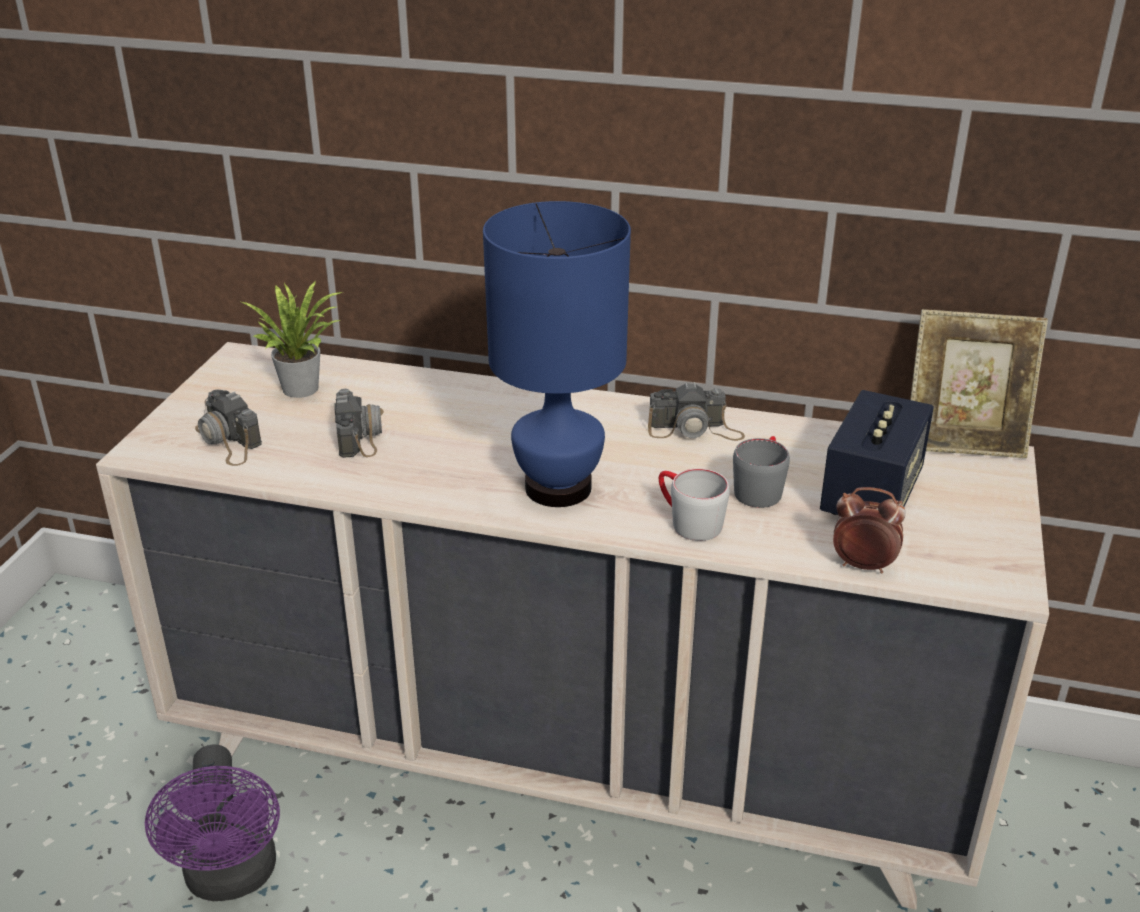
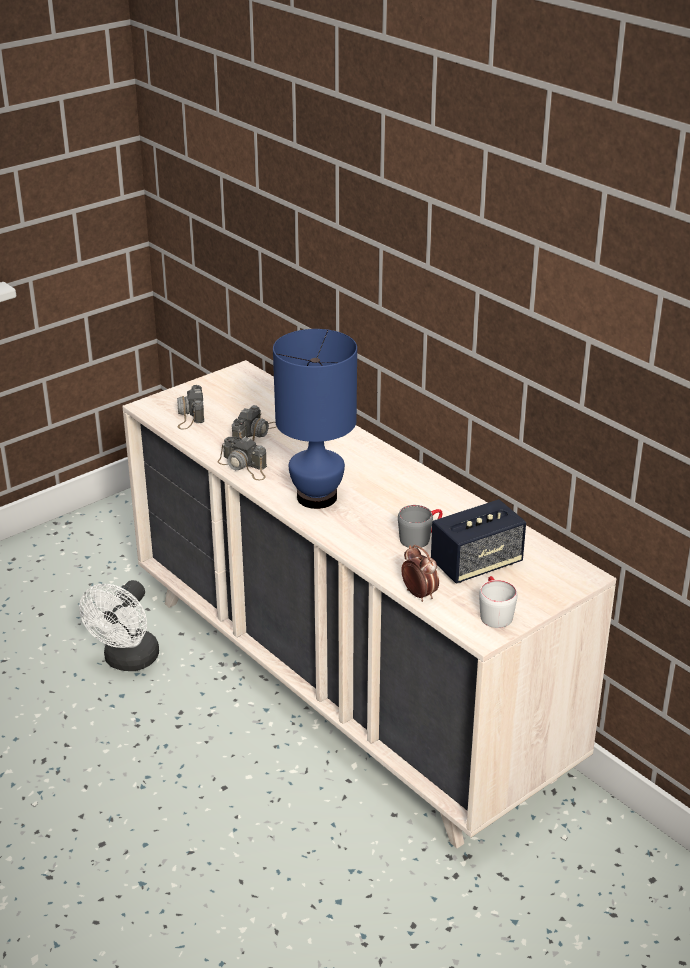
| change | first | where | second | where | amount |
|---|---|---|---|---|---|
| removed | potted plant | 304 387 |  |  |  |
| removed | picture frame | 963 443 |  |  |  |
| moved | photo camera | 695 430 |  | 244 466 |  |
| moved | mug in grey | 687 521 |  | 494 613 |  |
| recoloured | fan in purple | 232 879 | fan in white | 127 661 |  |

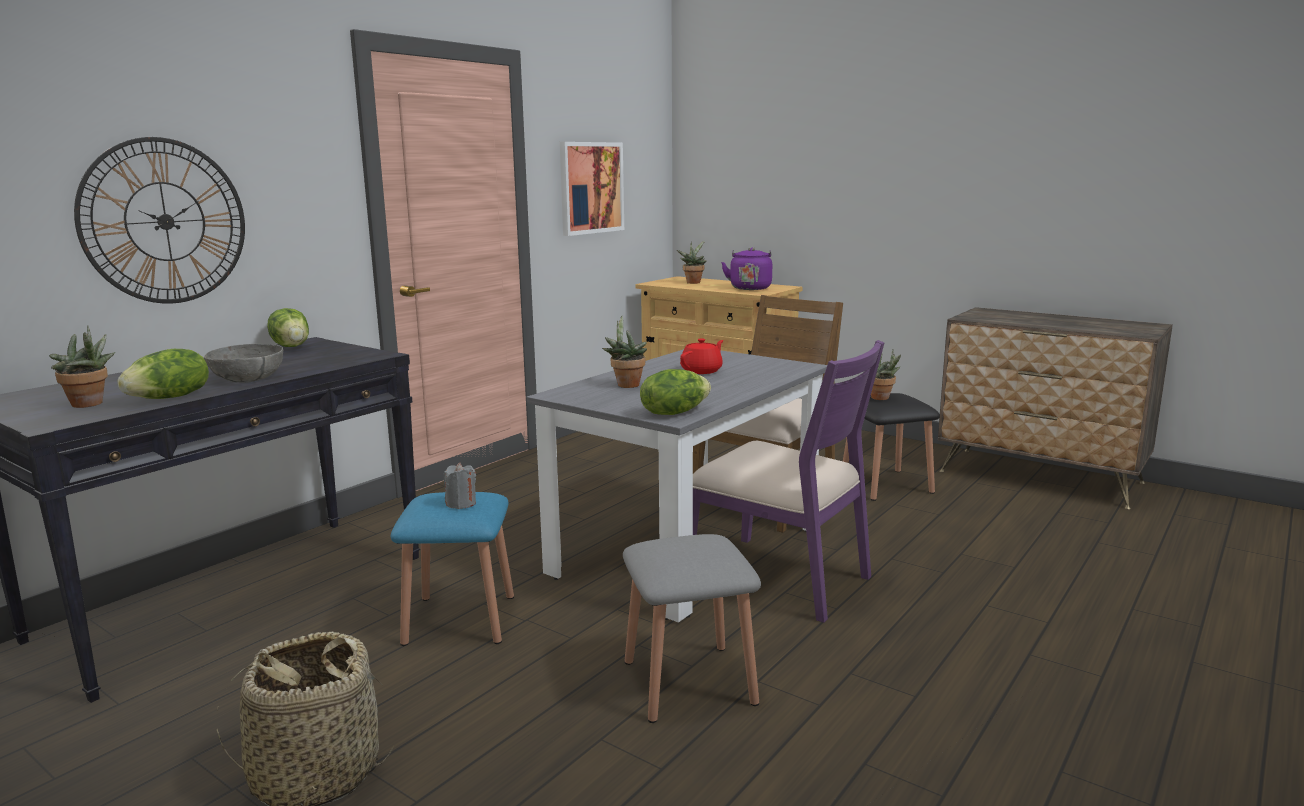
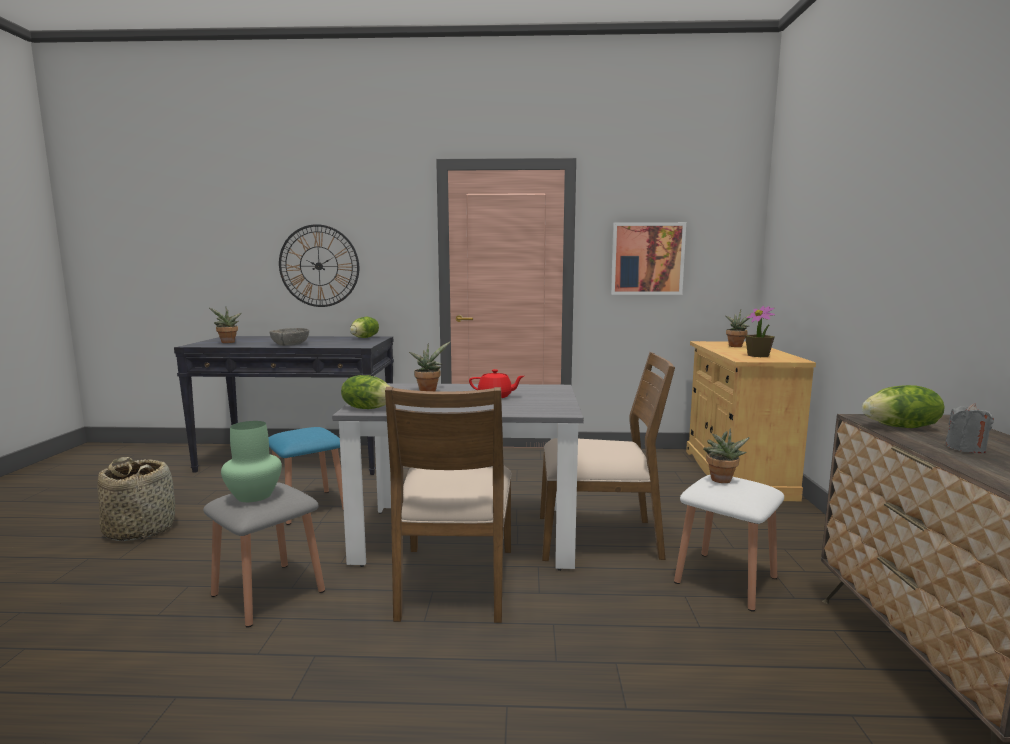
| change | first | where | second | where | amount |
|---|---|---|---|---|---|
| added |  |  | vase in green | 255 495 |  |
| moved | lettuce | 170 398 |  | 901 427 |  |
| moved | candle in grey | 461 504 |  | 965 448 |  |
| replaced | kettle in purple | 750 288 | potted plant | 758 355 |  |
| recoloured | chair in purple | 779 578 | chair in brown | 454 582 |  |
| recoloured | stool in black | 886 485 | stool in white | 725 580 |  |

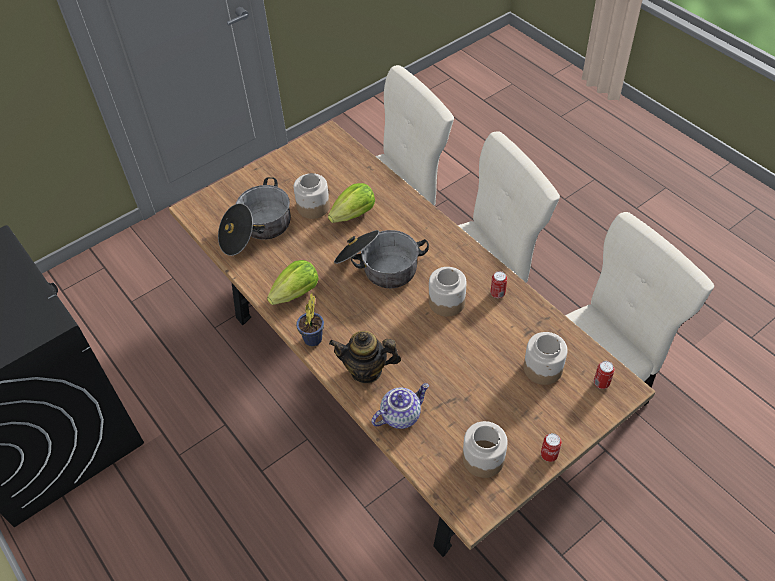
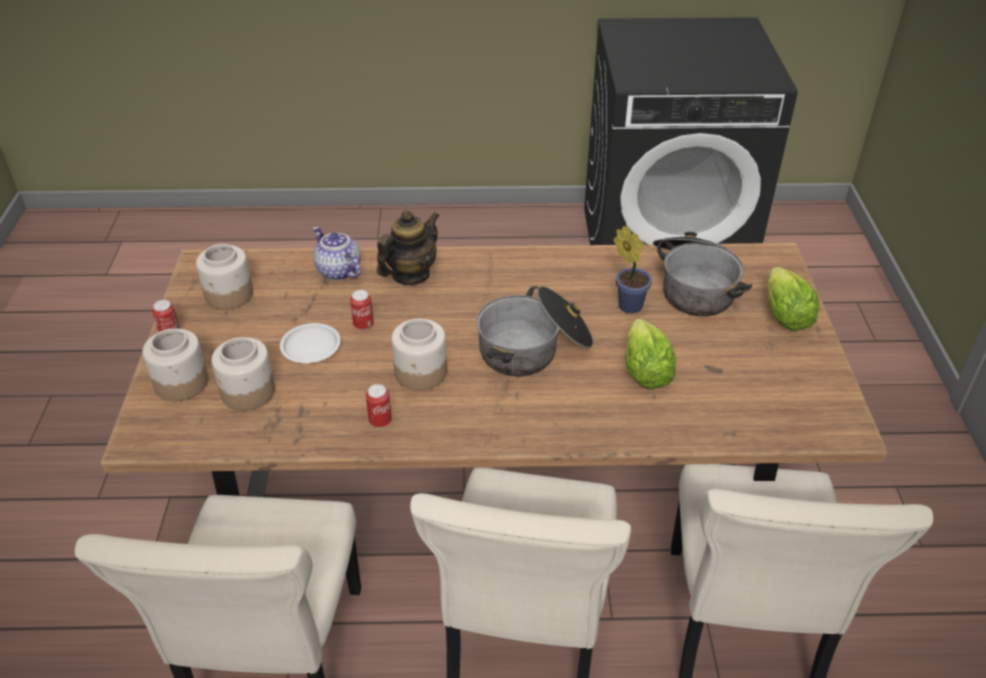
| change | first | where | second | where | amount |
|---|---|---|---|---|---|
| added |  |  | plate in white | 311 346 |  |
| moved | lettuce | 296 293 |  | 784 316 |  |
| moved | jar | 313 207 |  | 182 382 |  |
| moved | potted plant | 312 341 |  | 627 304 |  |
| moved | can | 601 383 |  | 363 325 |  |
| turned | teapot | 400 415 |  | 337 271 | 135 degrees clockwise |

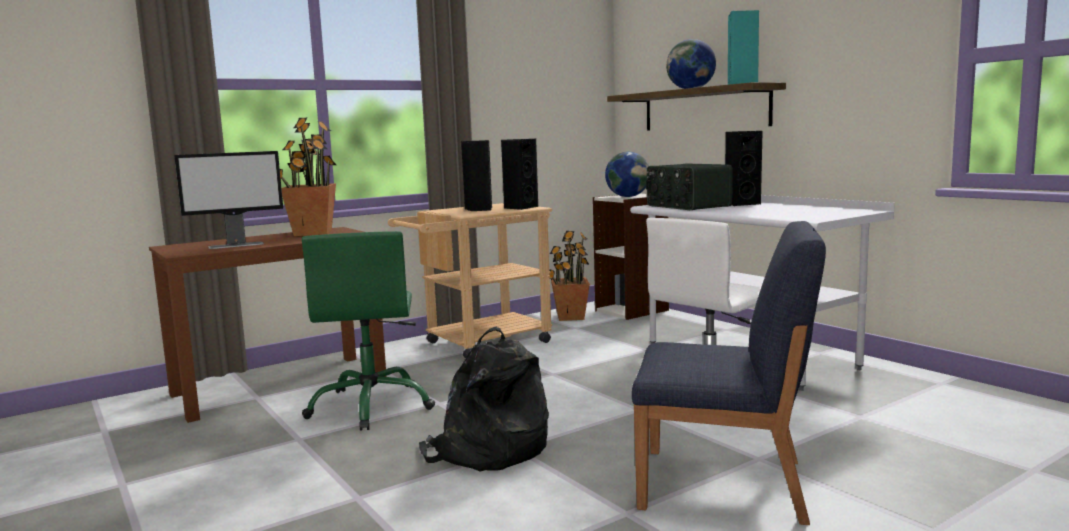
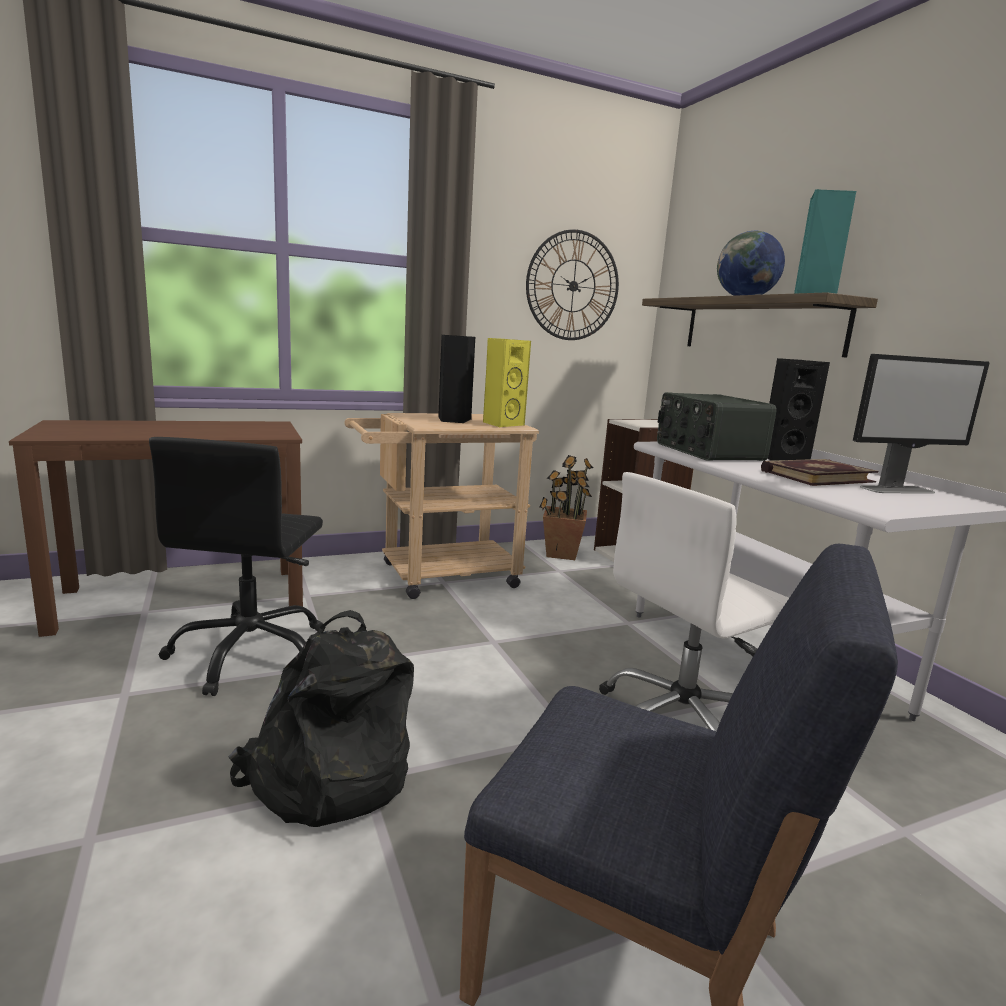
| change | first | where | second | where | amount |
|---|---|---|---|---|---|
| removed | potted plant | 312 233 |  |  |  |
| removed | globe | 628 196 |  |  |  |
| added |  |  | wall clock | 573 286 |  |
| added |  |  | book | 815 476 |  |
| moved | monitor | 237 245 |  | 897 489 |  |
| recoloured | office chair in green | 371 406 | office chair in black | 251 653 |  |
| recoloured | speaker in black | 520 207 | speaker in yellow | 502 424 |  |

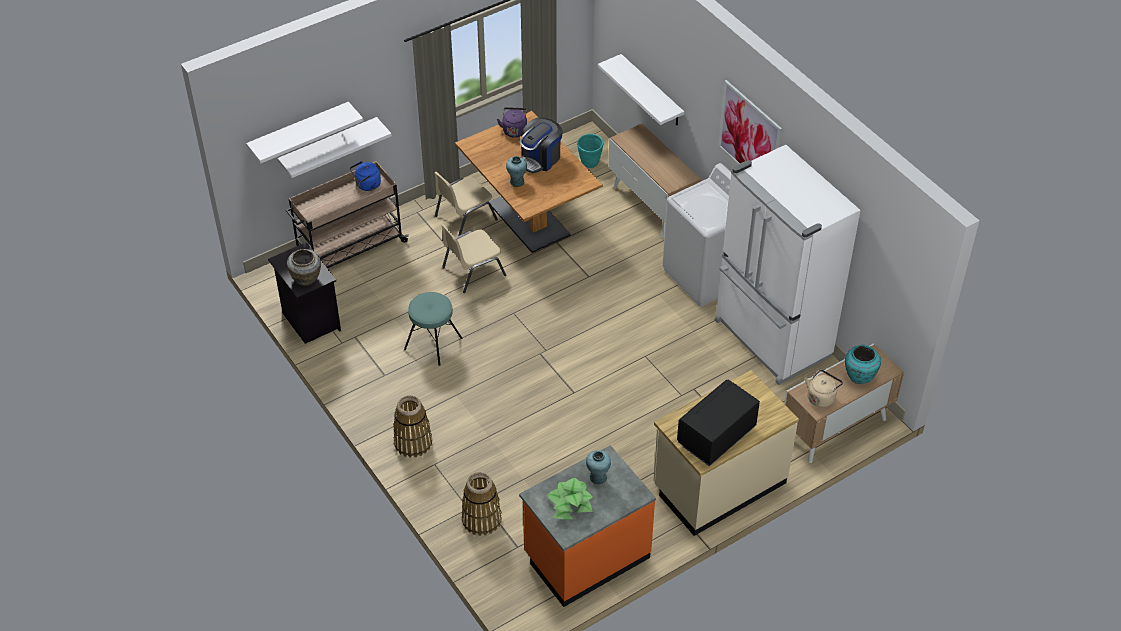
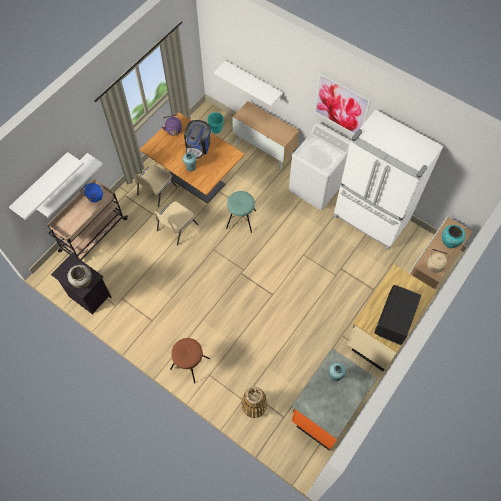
| change | first | where | second | where | amount |
|---|---|---|---|---|---|
| removed | potted plant | 570 503 |  |  |  |
| moved | stool in turquoise | 433 343 |  | 241 219 |  |
| replaced | basket | 413 442 | stool in brown | 190 364 |  |

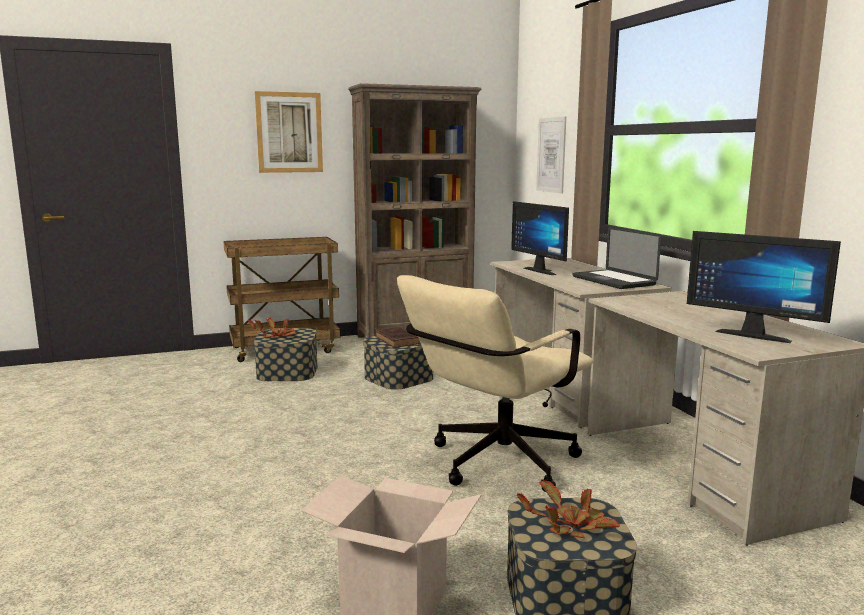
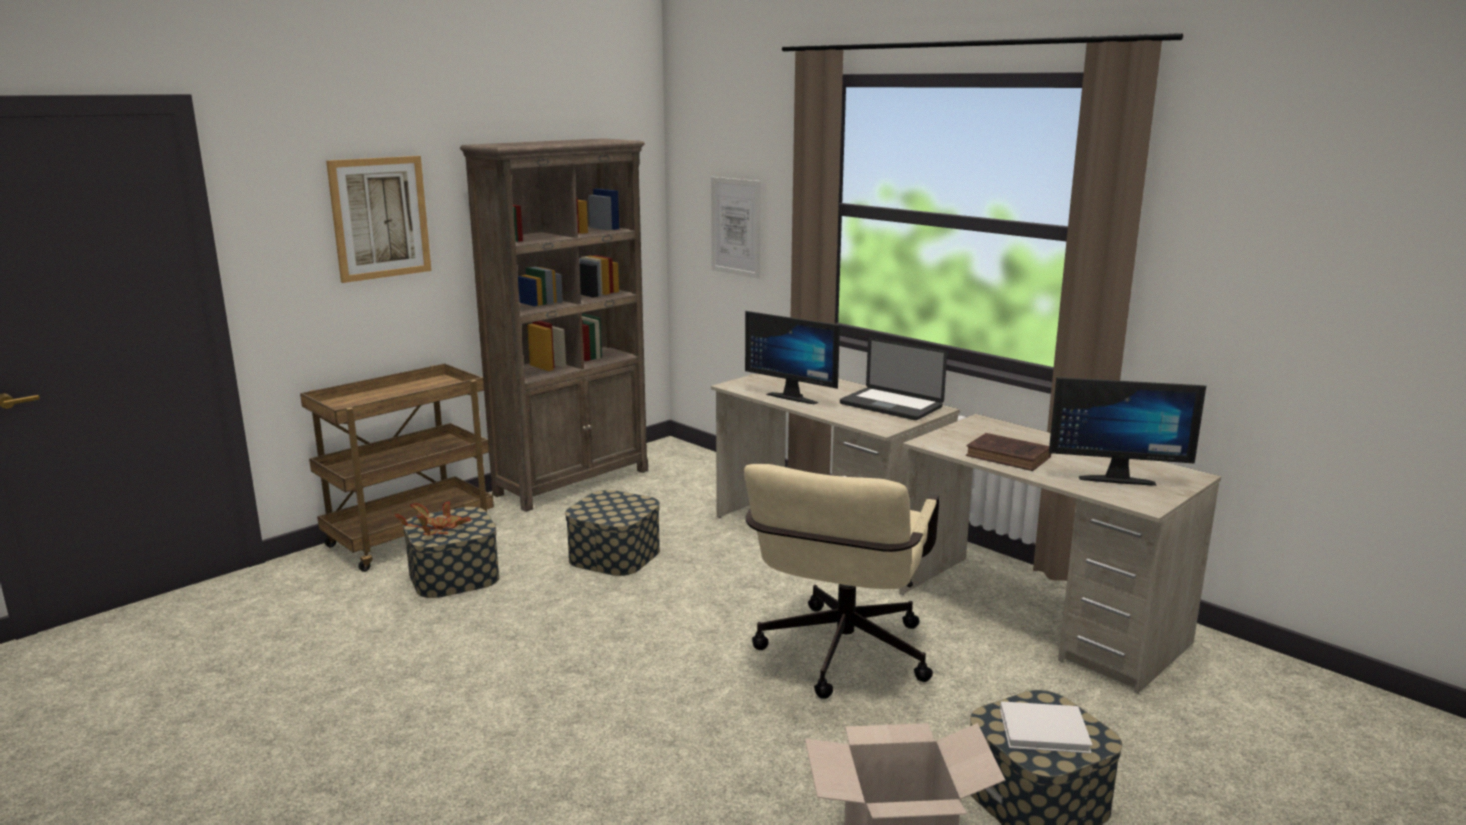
| change | first | where | second | where | amount |
|---|---|---|---|---|---|
| moved | book in brown | 398 340 |  | 1010 457 |  |
| replaced | potted plant | 570 527 | book in white | 1047 730 |  |

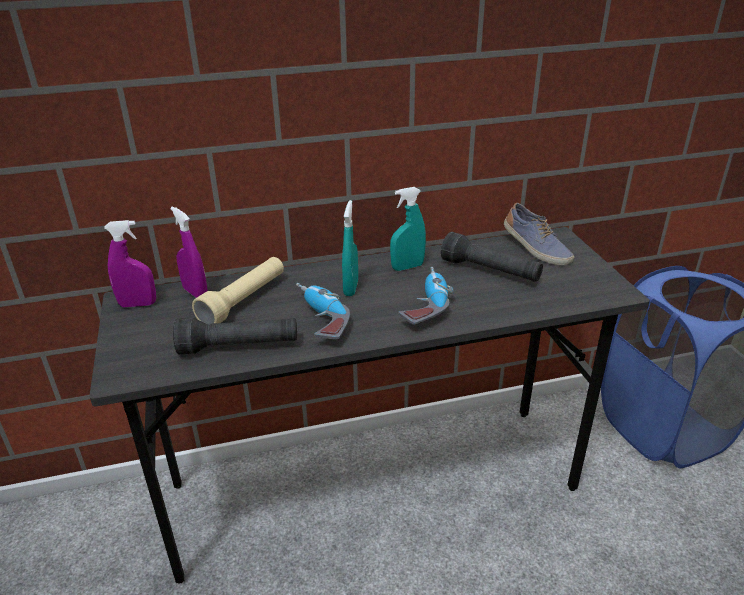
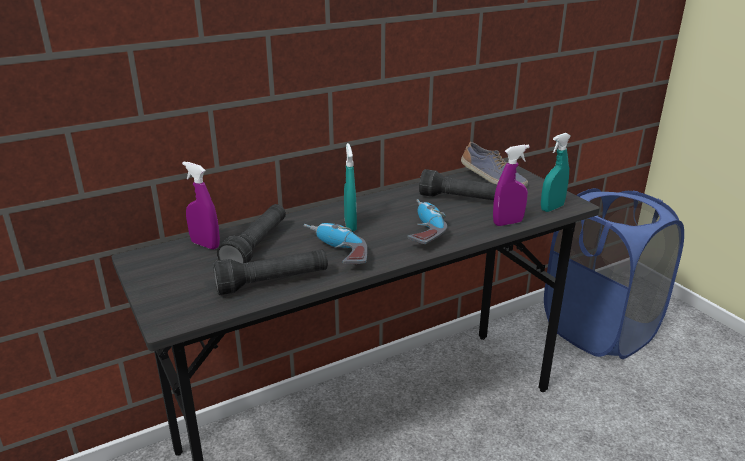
| change | first | where | second | where | amount |
|---|---|---|---|---|---|
| moved | spray bottle in purple | 138 304 |  | 508 223 |  |
| moved | spray bottle in turquoise | 407 267 |  | 552 208 |  |
| recoloured | flashlight in beige | 244 301 | flashlight in black | 257 246 |  |

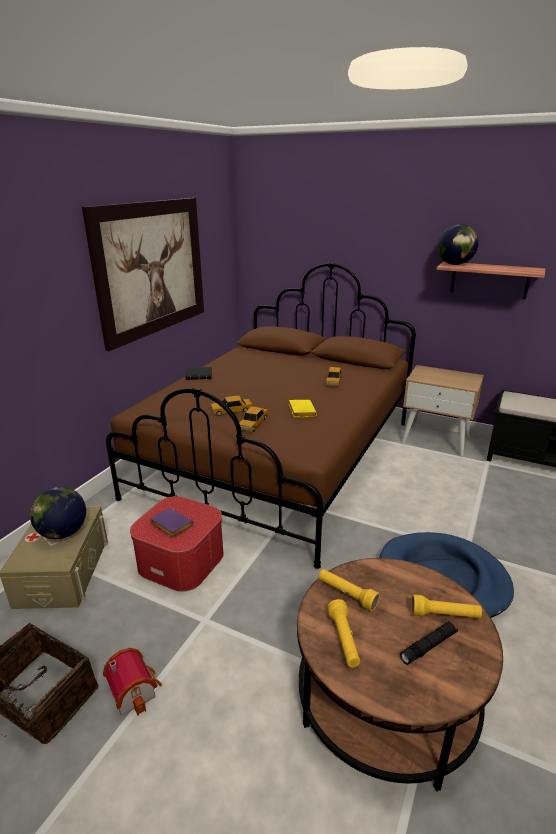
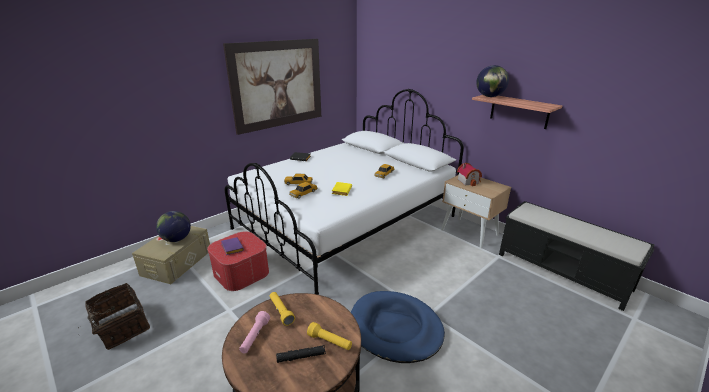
| change | first | where | second | where | amount |
|---|---|---|---|---|---|
| moved | toy house | 135 690 |  | 469 181 |  |
| recoloured | bed in brown | 279 458 | bed in white | 346 223 |  |
| recoloured | flashlight in yellow | 344 640 | flashlight in pink | 255 337 |  |

